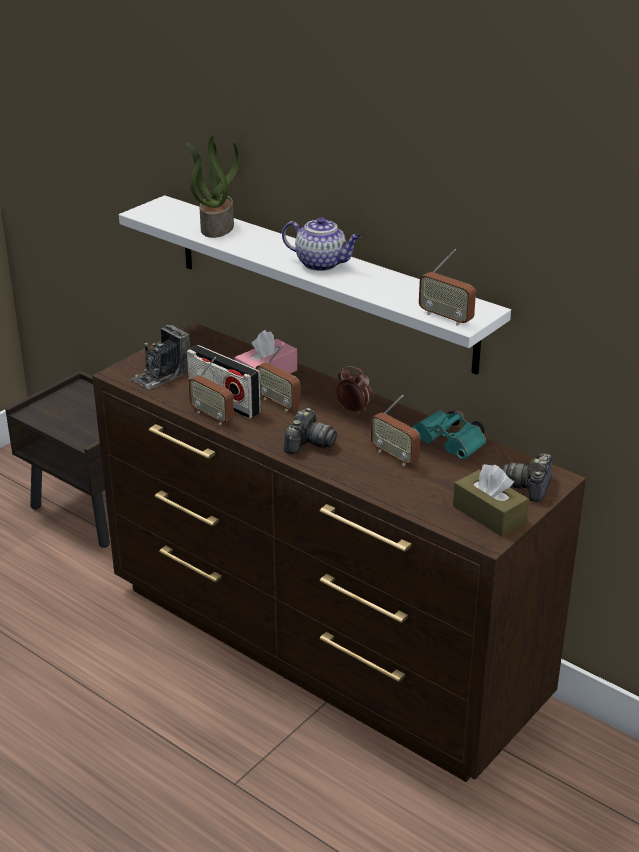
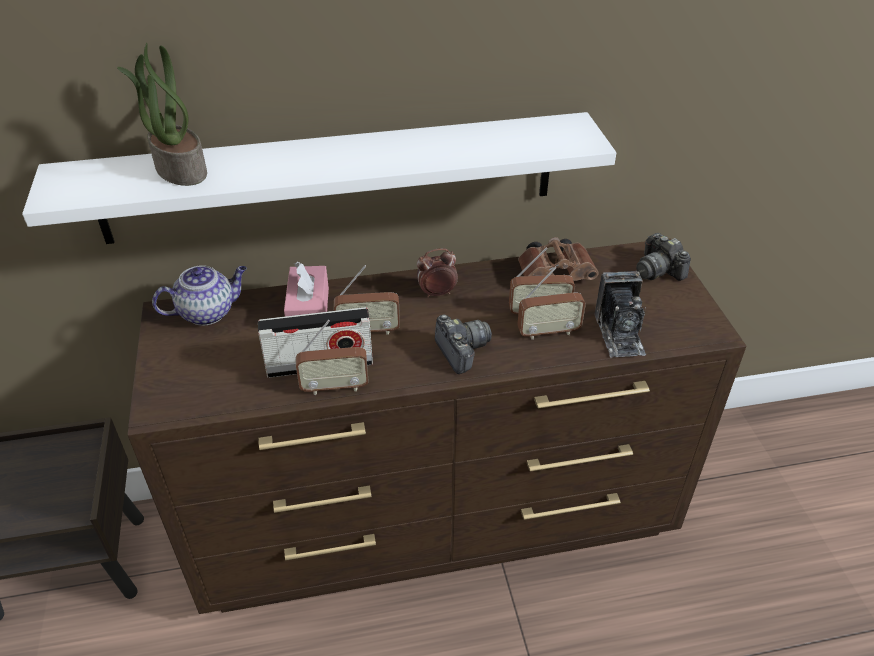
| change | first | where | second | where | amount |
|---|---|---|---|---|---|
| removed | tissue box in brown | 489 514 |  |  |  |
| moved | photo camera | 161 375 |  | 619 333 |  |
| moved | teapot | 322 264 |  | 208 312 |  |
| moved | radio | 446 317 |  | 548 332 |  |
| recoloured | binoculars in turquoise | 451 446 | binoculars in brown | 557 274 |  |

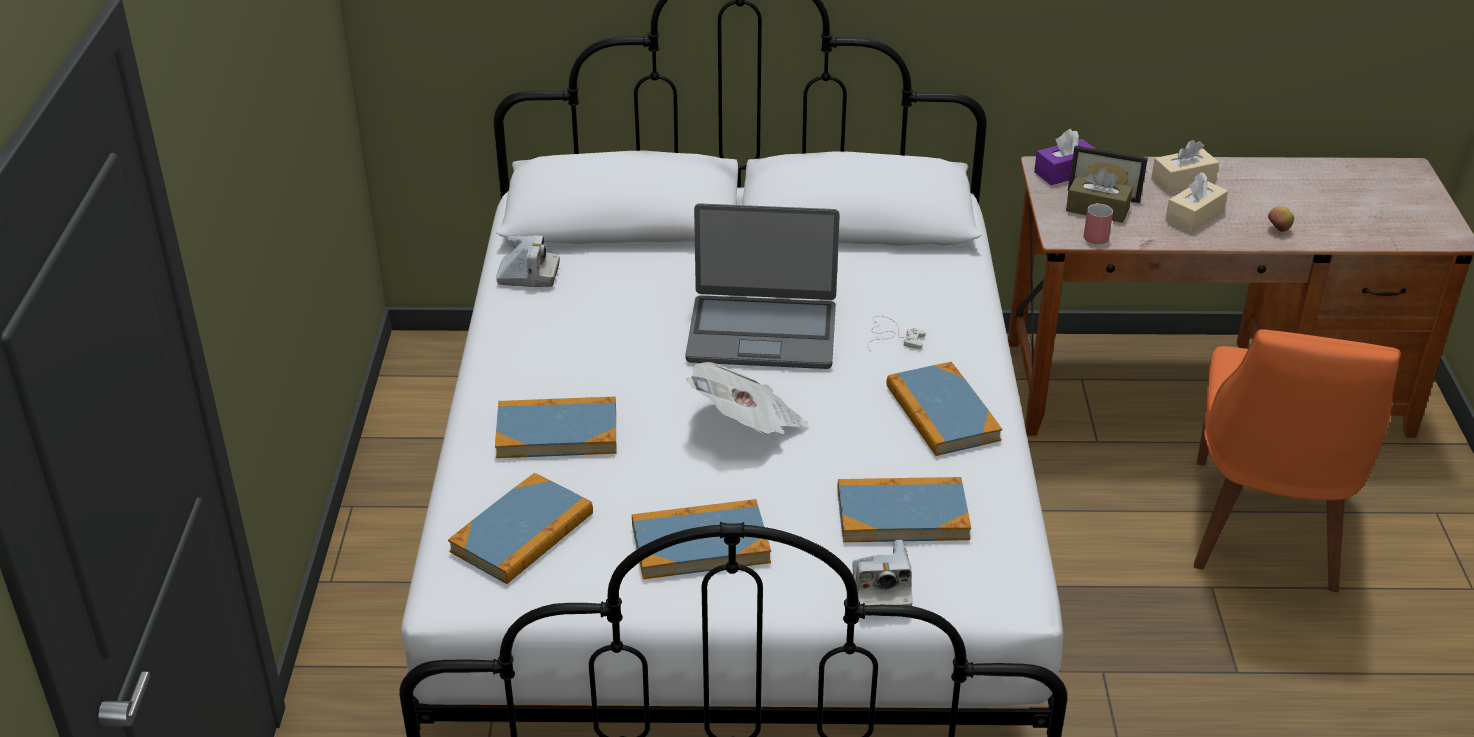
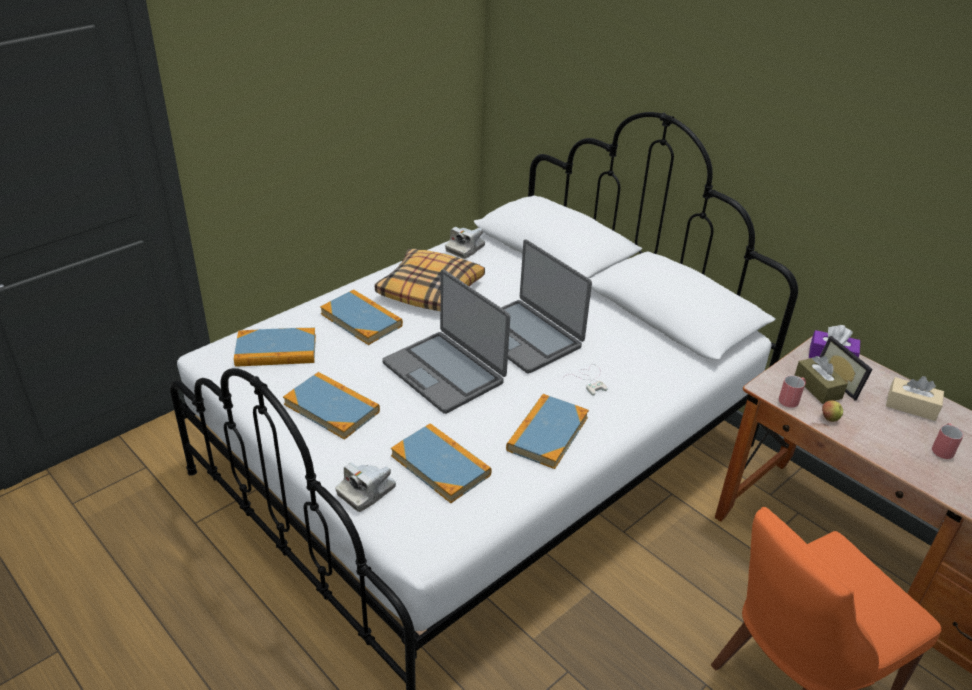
| change | first | where | second | where | amount |
|---|---|---|---|---|---|
| removed | tissue box in beige | 1194 216 |  |  |  |
| added |  |  | pillow | 431 290 |  |
| added |  |  | mug in red | 942 448 |  |
| moved | apple | 1278 230 |  | 829 419 |  |
| replaced | newspaper | 747 424 | laptop | 444 372 |  |
| turned | photo camera | 528 276 |  | 465 249 | 75 degrees clockwise |

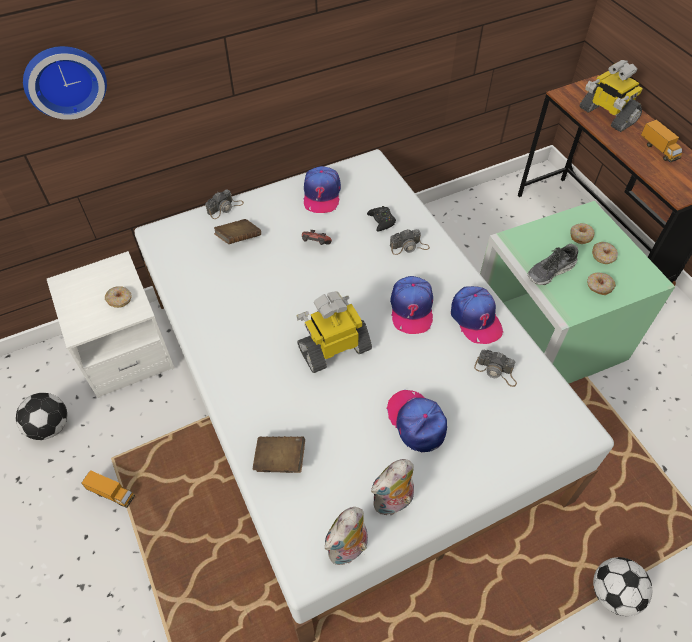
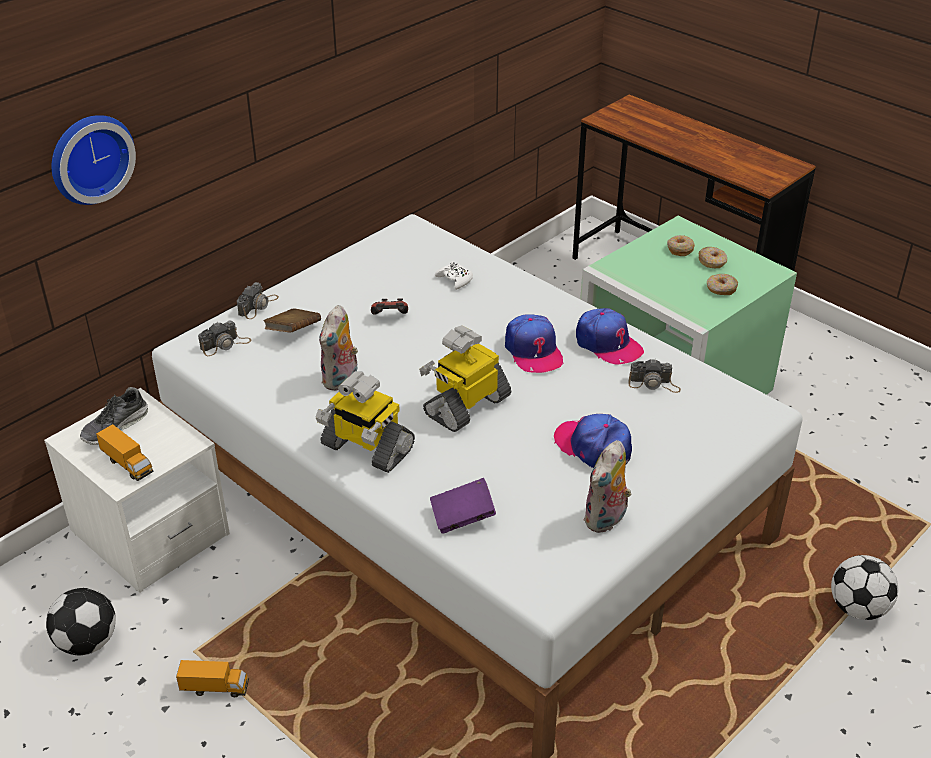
| change | first | where | second | where | amount |
|---|---|---|---|---|---|
| removed | donut | 120 299 |  |  |  |
| removed | cap | 321 194 |  |  |  |
| moved | plush toy | 348 550 |  | 341 380 |  |
| moved | photo camera | 409 247 |  | 225 344 |  |
| moved | shoe | 550 271 |  | 115 427 |  |
| moved | toy robot | 606 115 |  | 366 448 |  |
| moved | toy truck | 658 150 |  | 127 464 |  |
| recoloured | book in brown | 280 460 | book in purple | 462 517 |  |
| recoloured | game controller in black | 381 221 | game controller in white | 455 280 |  |

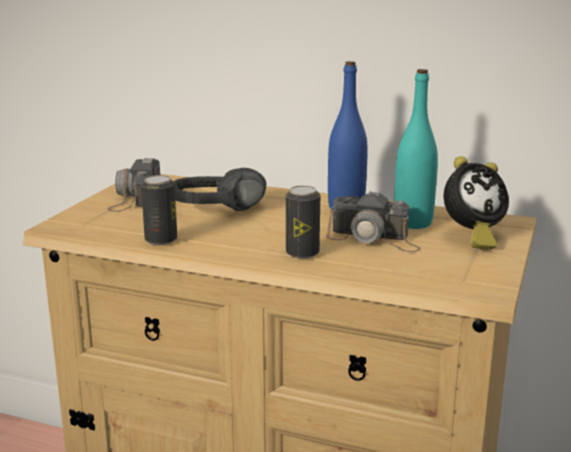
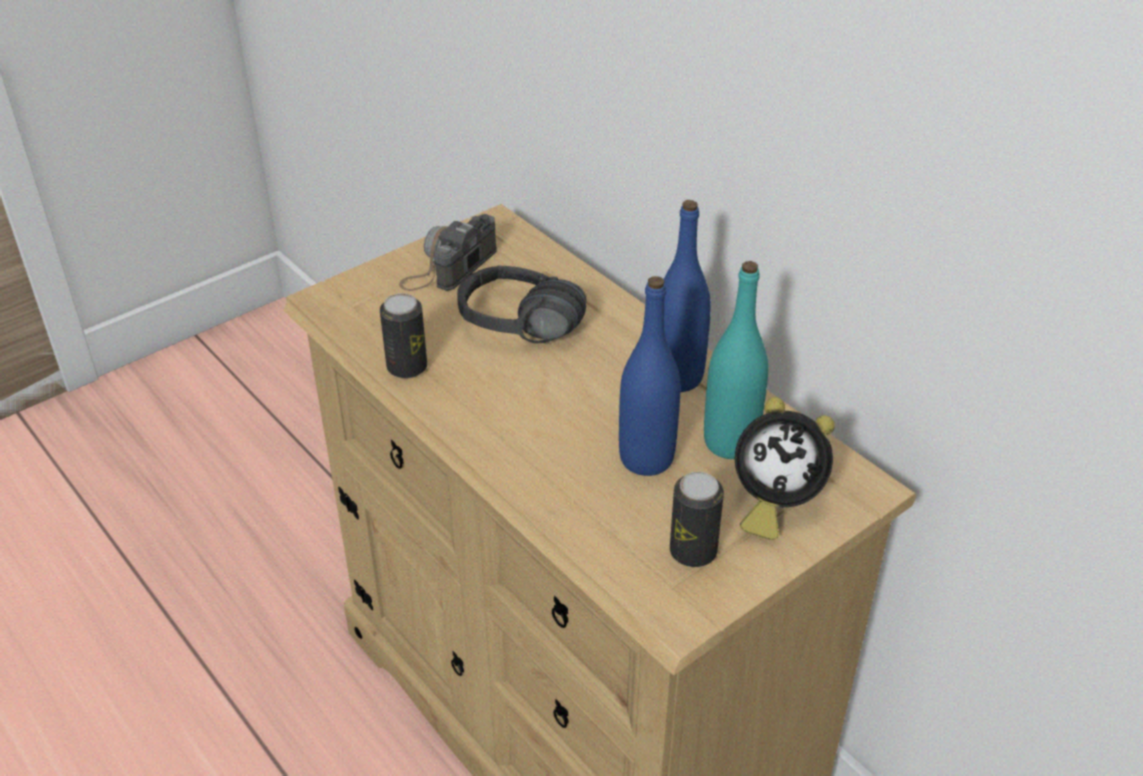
| change | first | where | second | where | amount |
|---|---|---|---|---|---|
| moved | can | 302 253 |  | 693 552 |  |
| replaced | photo camera | 374 239 | bottle in blue | 646 459 |  |

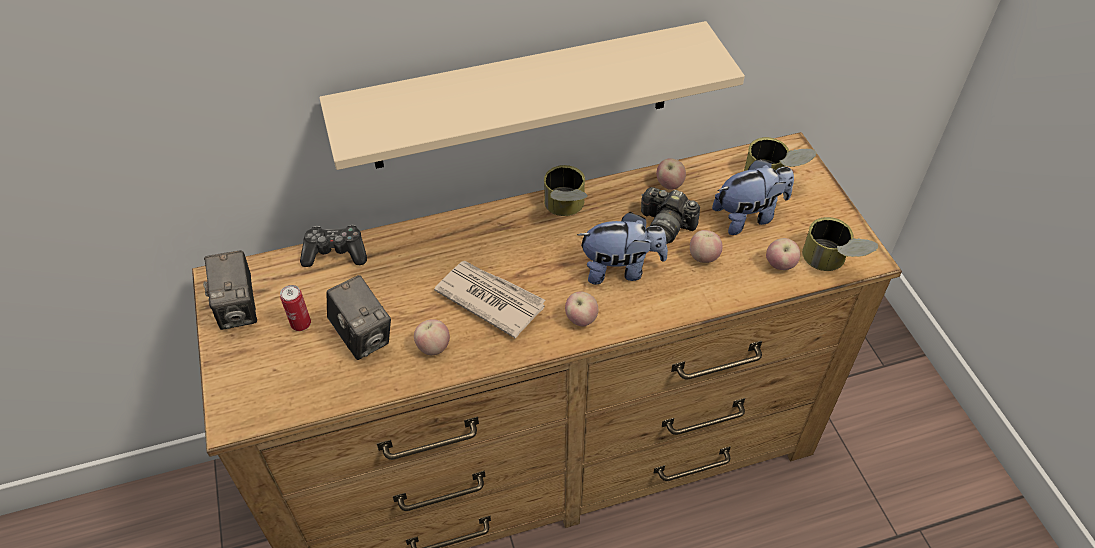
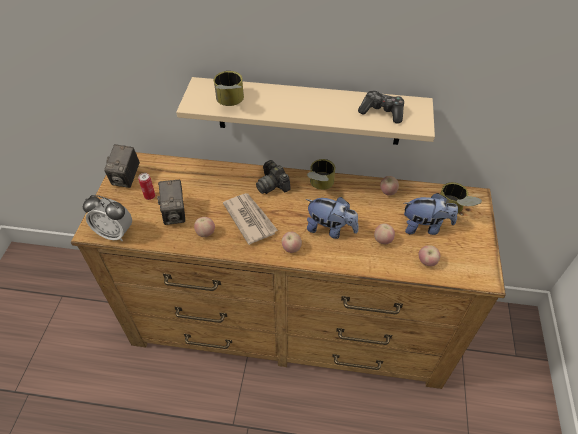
| change | first | where | second | where | amount |
|---|---|---|---|---|---|
| added |  |  | alarm clock | 115 233 |  |
| moved | game controller | 335 253 |  | 382 112 |  |
| moved | photo camera | 666 226 |  | 272 185 |  |
| moved | can | 832 263 |  | 230 103 |  |

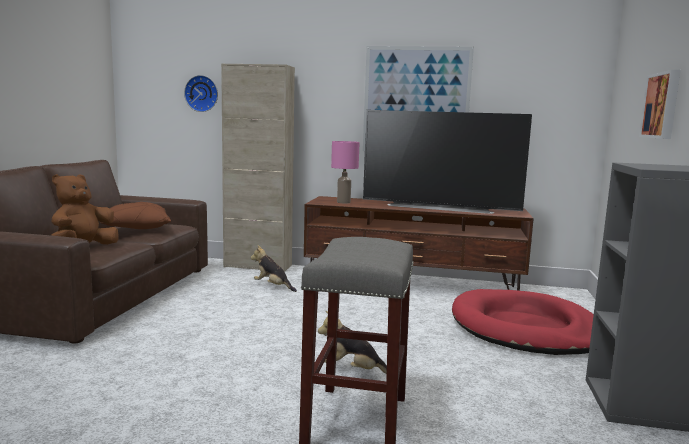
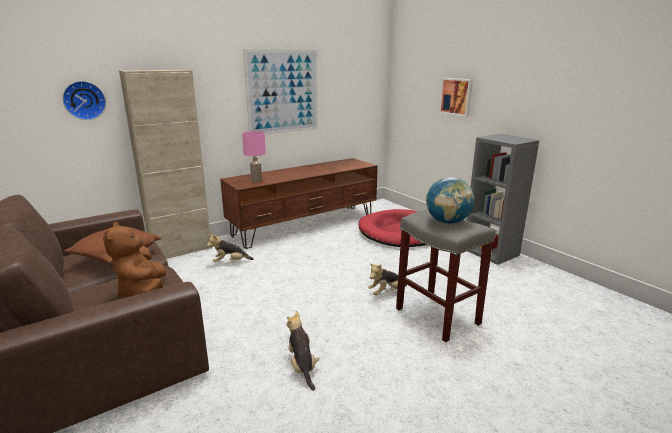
| change | first | where | second | where | amount |
|---|---|---|---|---|---|
| removed | television | 440 207 |  |  |  |
| added |  |  | plush toy | 302 367 |  |
| added |  |  | globe | 447 222 |  |

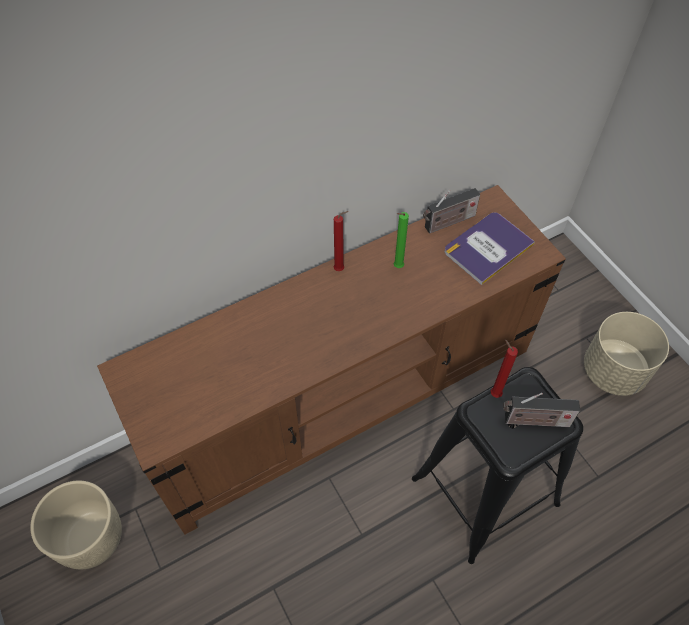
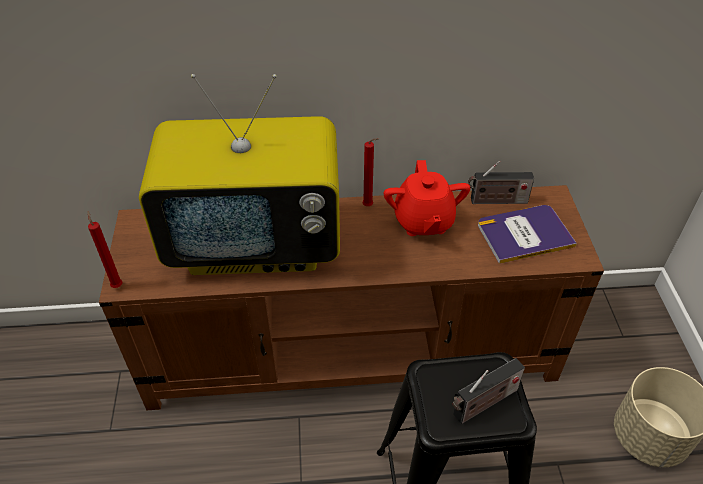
| change | first | where | second | where | amount |
|---|---|---|---|---|---|
| removed | planter in beige | 90 537 |  |  |  |
| added |  |  | television | 257 243 |  |
| moved | candle in red | 494 393 |  | 117 285 |  |
| replaced | candle in green | 397 267 | teapot in red | 423 221 |  |
| turned | radio | 533 421 |  | 483 404 | 60 degrees counterclockwise |

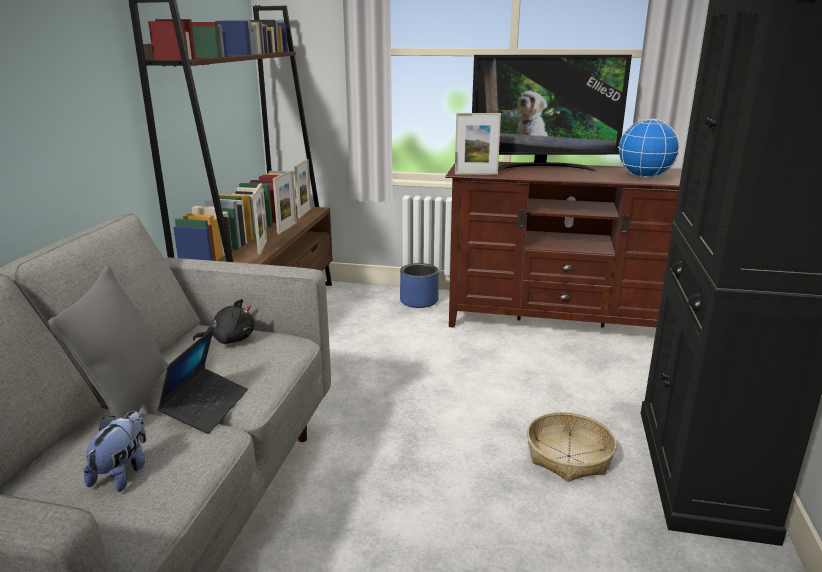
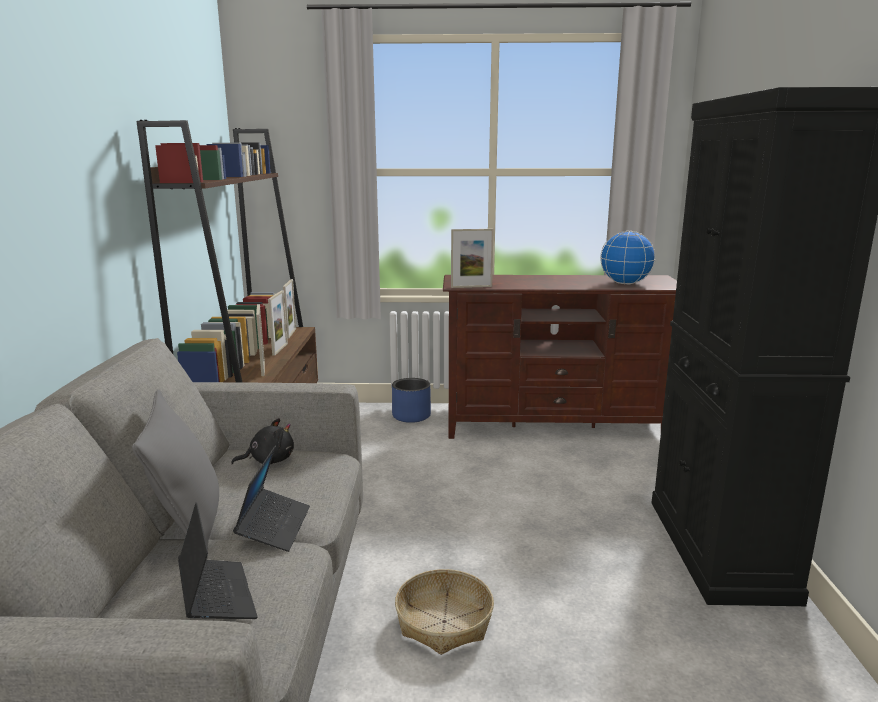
| change | first | where | second | where | amount |
|---|---|---|---|---|---|
| removed | television | 542 168 |  |  |  |
| moved | basket | 569 456 |  | 444 622 |  |
| replaced | plush toy | 123 473 | laptop | 217 597 |  |

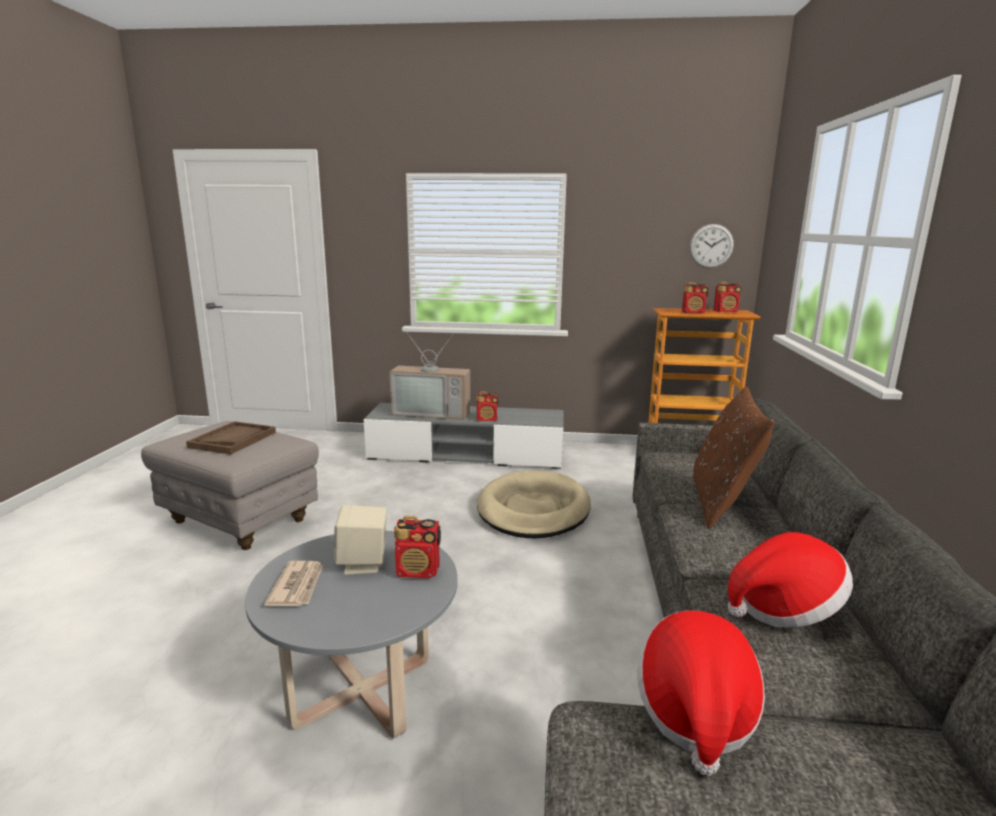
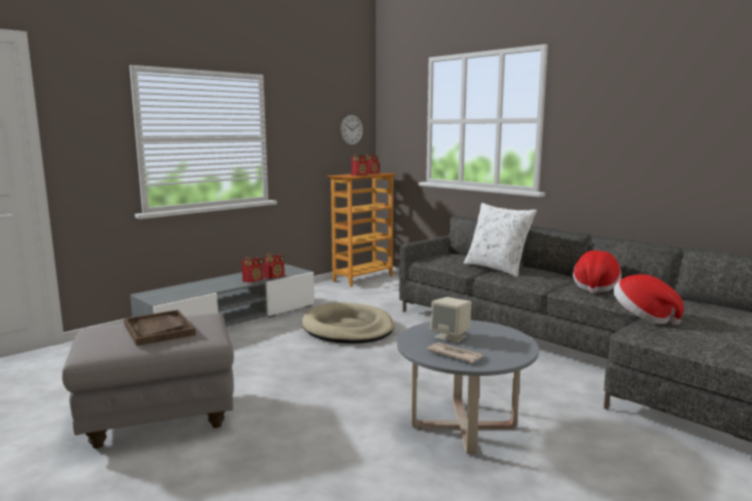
| change | first | where | second | where | amount |
|---|---|---|---|---|---|
| removed | television | 433 412 |  |  |  |
| moved | radio | 418 571 |  | 274 277 |  |
| recoloured | pillow in brown | 721 503 | pillow in white | 497 268 |  |

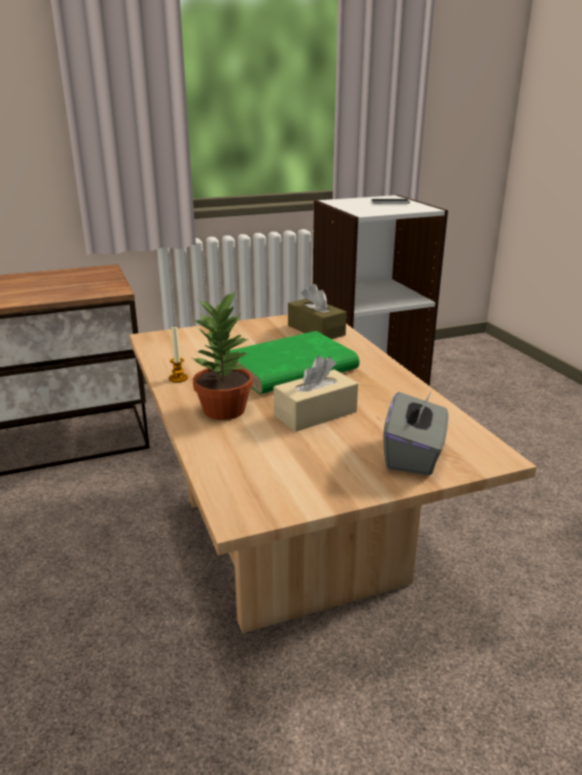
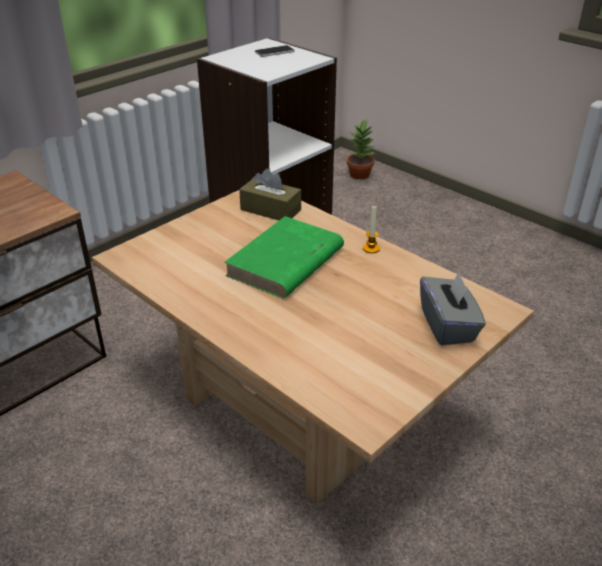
| change | first | where | second | where | amount |
|---|---|---|---|---|---|
| removed | tissue box in beige | 315 414 |  |  |  |
| moved | candle | 178 378 |  | 371 248 |  |
| moved | potted plant | 225 410 |  | 360 175 |  |

